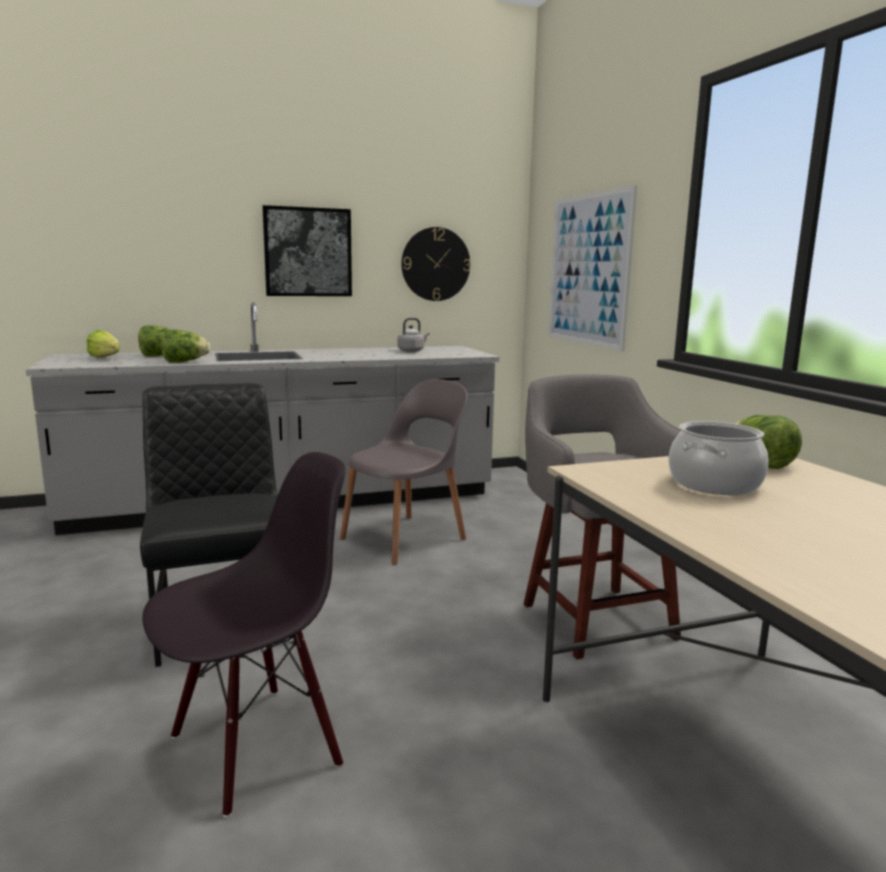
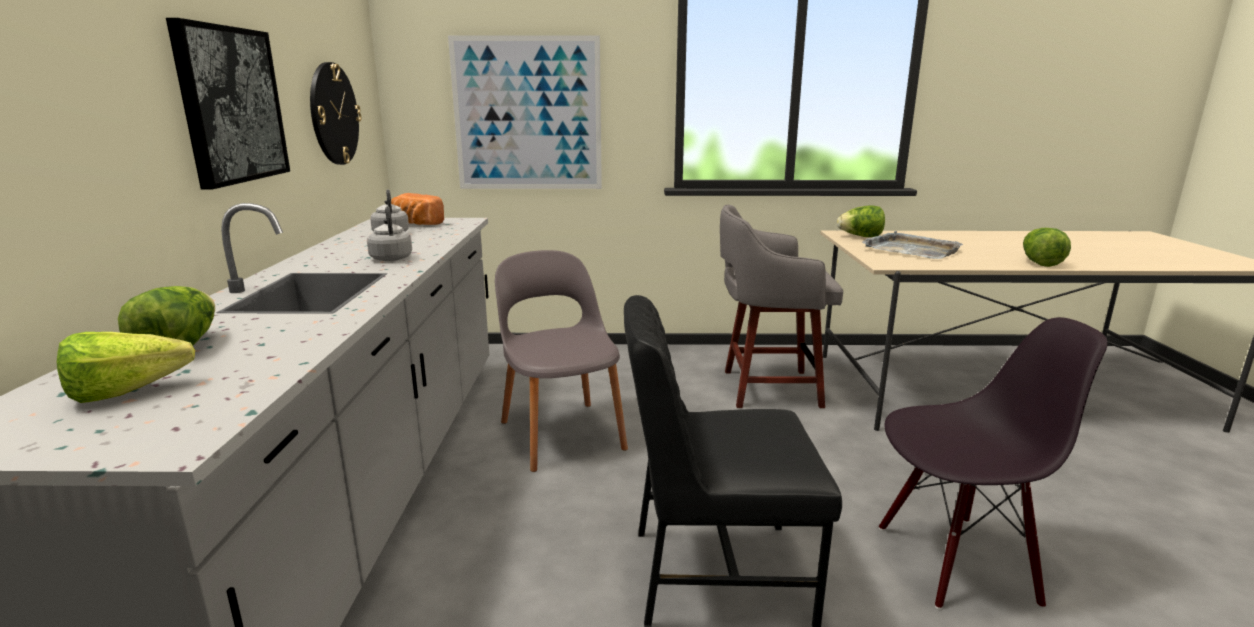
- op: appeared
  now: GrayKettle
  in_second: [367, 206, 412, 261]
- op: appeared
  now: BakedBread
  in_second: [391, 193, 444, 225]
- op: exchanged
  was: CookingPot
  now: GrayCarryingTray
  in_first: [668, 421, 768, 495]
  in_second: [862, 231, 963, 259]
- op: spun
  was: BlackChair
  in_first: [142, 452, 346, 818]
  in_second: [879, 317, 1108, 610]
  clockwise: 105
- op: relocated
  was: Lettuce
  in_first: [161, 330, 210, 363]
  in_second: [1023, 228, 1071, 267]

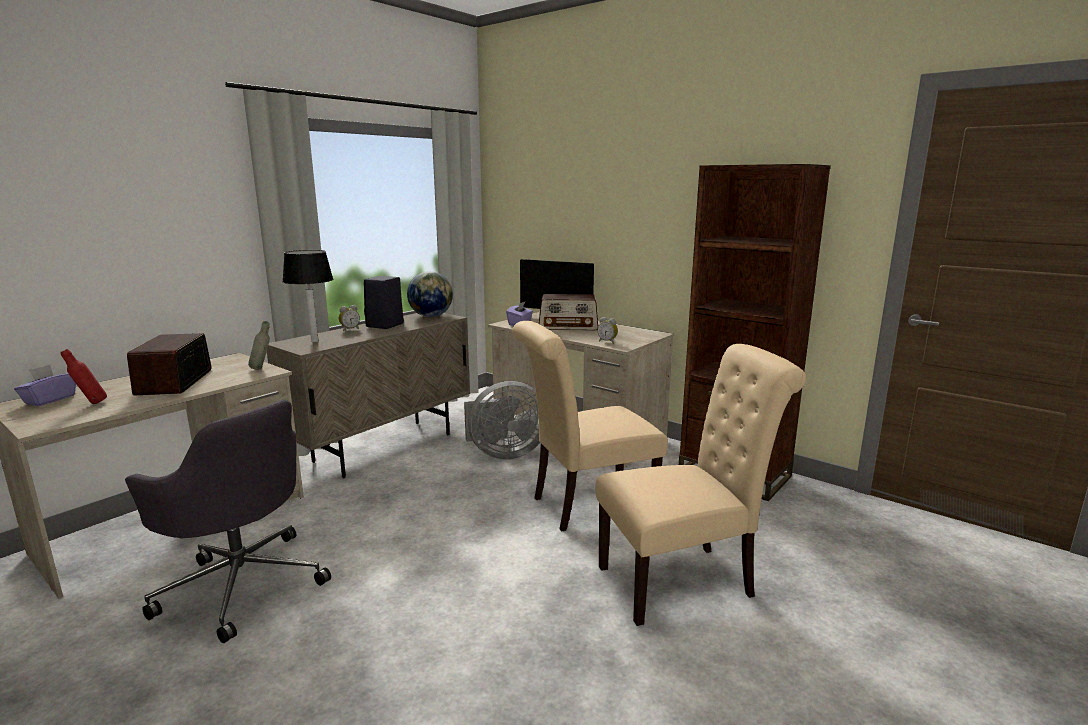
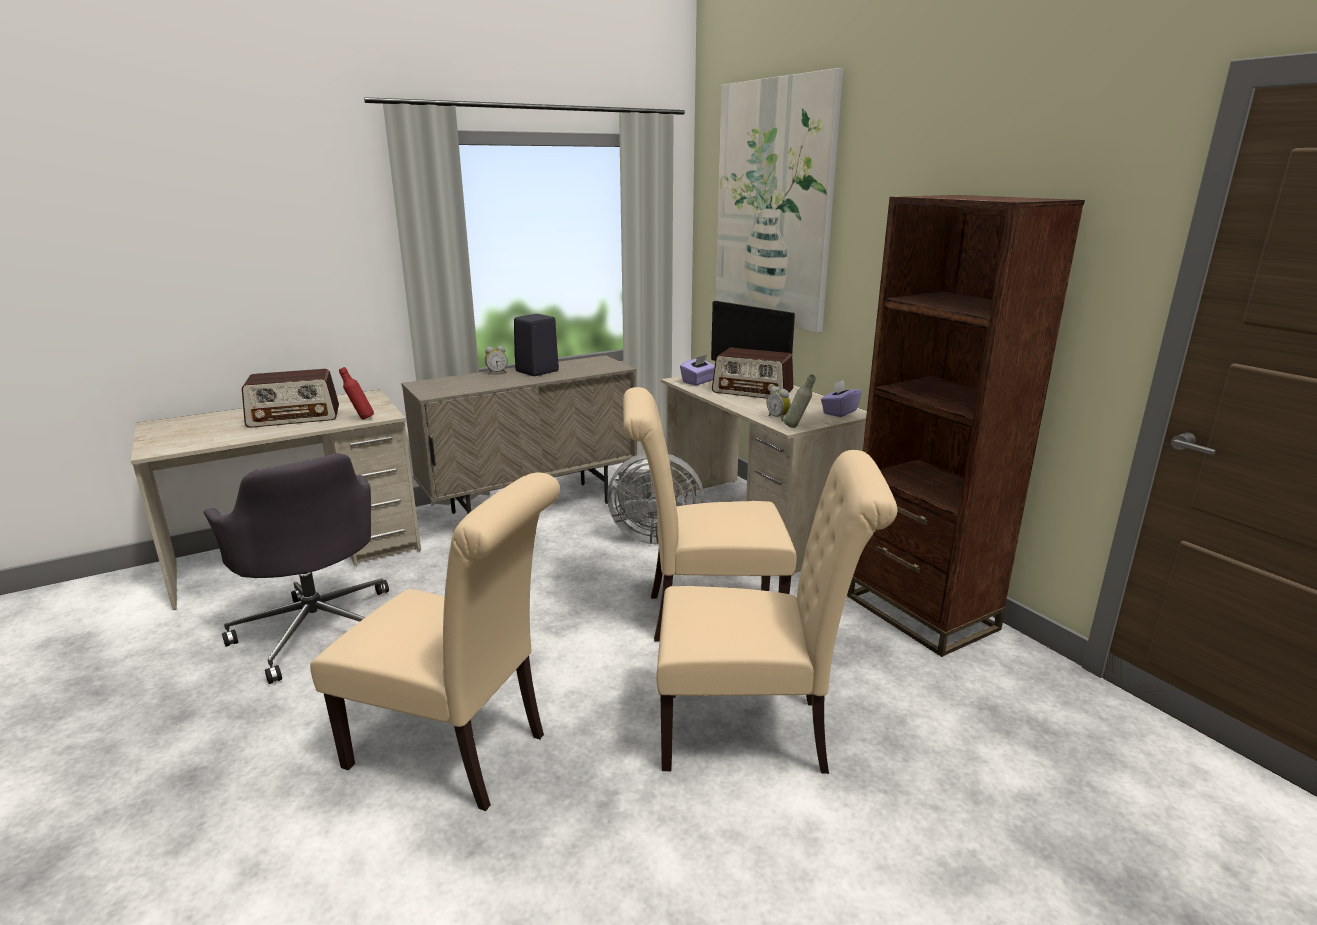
- op: spun
  was: RadioSet
  in_first: [127, 333, 211, 396]
  in_second: [242, 369, 339, 428]
  clockwise: -120
- op: appeared
  now: BeigeColouredChair
  in_second: [310, 472, 560, 811]
- op: relocated
  was: RedDrinkBottle
  in_first: [60, 349, 107, 404]
  in_second: [339, 367, 374, 420]
- op: appeared
  now: Picture
  in_second: [715, 68, 843, 333]
- op: relocated
  was: GrayDrinkBottle
  in_first: [248, 321, 270, 370]
  in_second: [784, 374, 816, 428]
- op: relocated
  was: PurplishTissueHolder
  in_first: [14, 365, 76, 406]
  in_second: [821, 380, 862, 417]
- op: missing
  was: TableLamp
  in_first: [282, 250, 333, 342]
- op: missing
  was: DeskGlobe
  in_first: [407, 271, 453, 317]

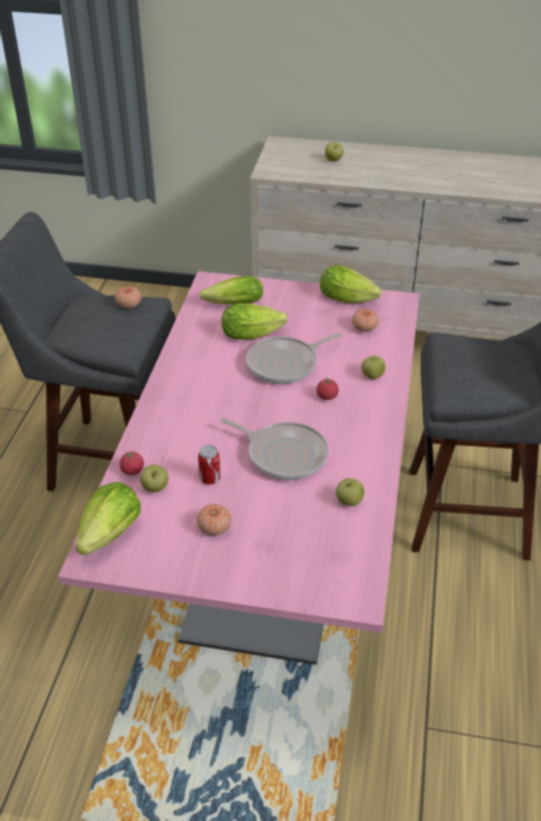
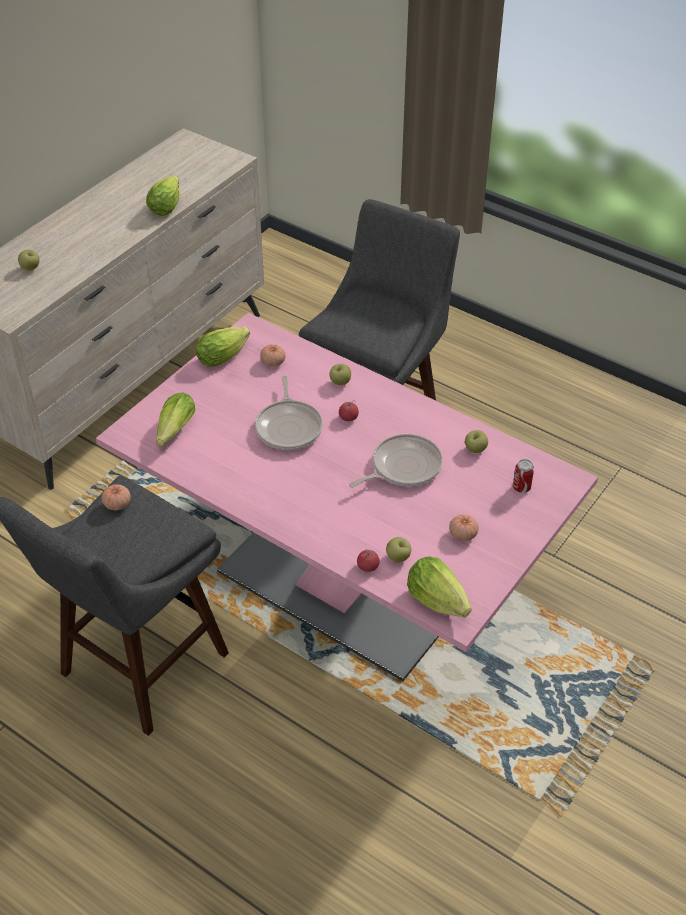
- op: relocated
  was: Lettuce
  in_first: [222, 303, 288, 340]
  in_second: [146, 175, 180, 216]
- op: relocated
  was: MetalCan
  in_first: [198, 445, 221, 485]
  in_second: [513, 459, 534, 493]

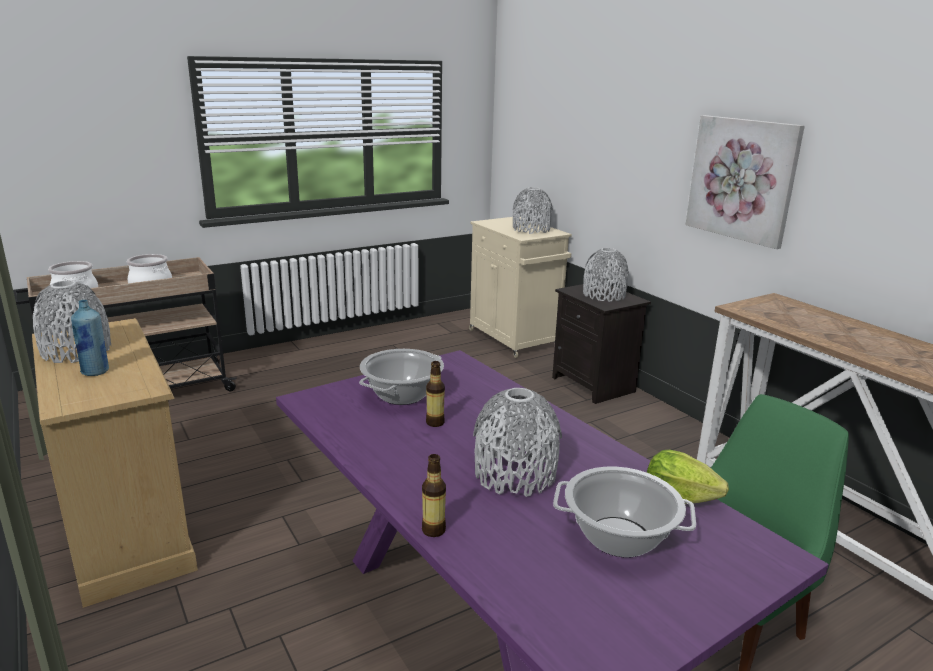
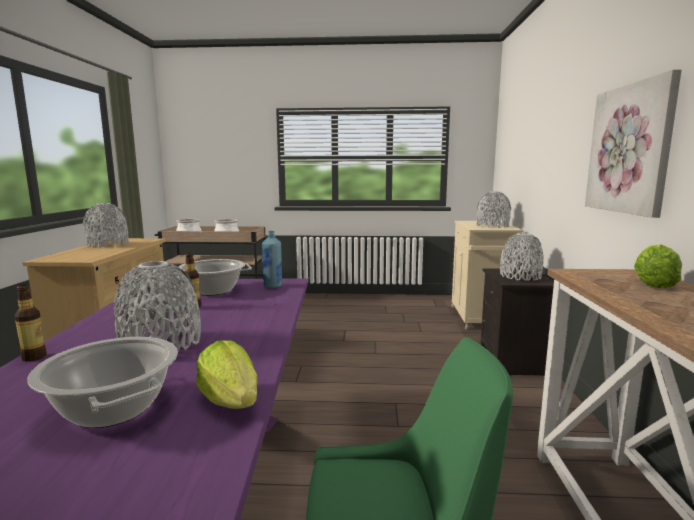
- op: relocated
  was: BlueColouredDrinkBottle
  in_first: [71, 300, 109, 376]
  in_second: [262, 231, 282, 288]
- op: appeared
  now: Lettuce
  in_second: [634, 244, 682, 288]

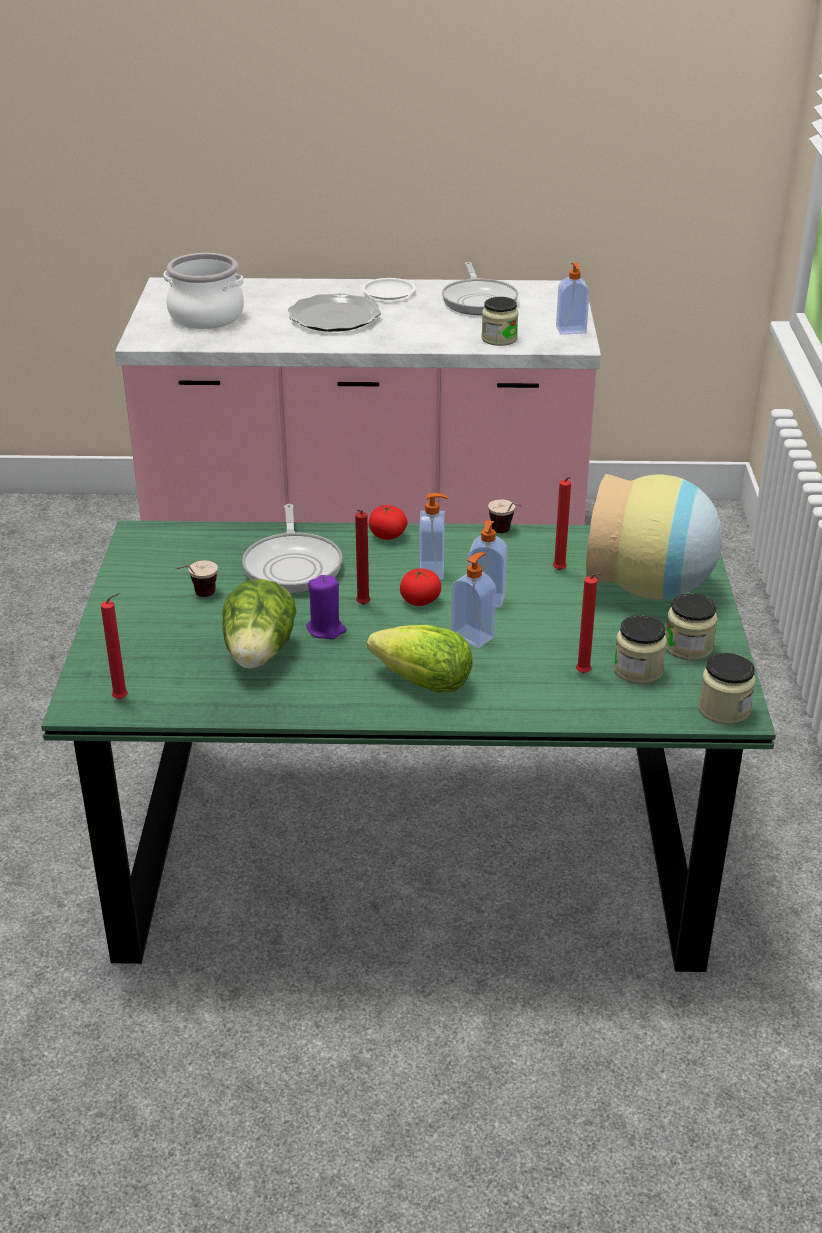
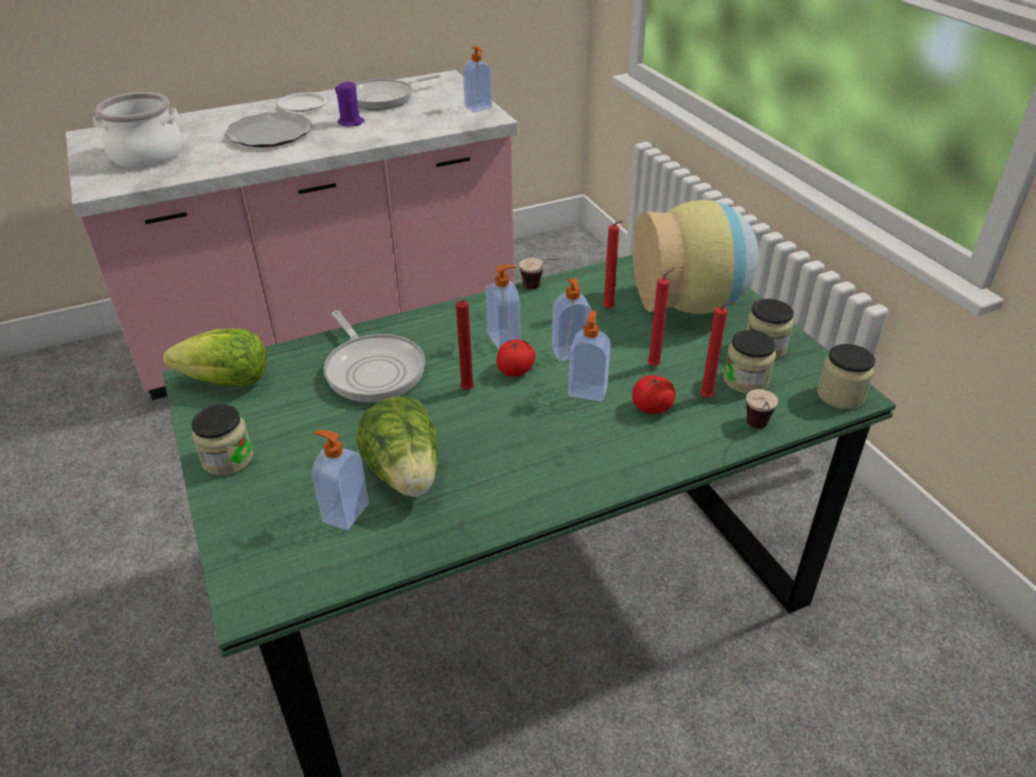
- op: relocated
  was: Lettuce
  in_first: [367, 625, 472, 693]
  in_second: [163, 329, 267, 386]
- op: relocated
  was: PreserveJar
  in_first: [481, 297, 518, 346]
  in_second: [192, 404, 253, 476]
- op: appeared
  now: LiquidSoapBottle
  in_second: [312, 430, 369, 531]
- op: relocated
  was: PurplishWaxCandle
  in_first: [306, 575, 346, 639]
  in_second: [335, 81, 365, 126]
- op: spun
  was: FryingPan
  in_first: [442, 262, 518, 315]
  in_second: [356, 74, 441, 110]
  clockwise: 90
- op: relocated
  was: Tomato
  in_first: [369, 505, 407, 540]
  in_second: [632, 375, 675, 414]
- op: relocated
  was: RedWaxCandle
  in_first: [101, 593, 128, 699]
  in_second: [647, 267, 675, 366]
- op: relocated
  was: DrinkingCup
  in_first: [175, 561, 218, 597]
  in_second: [746, 389, 778, 428]

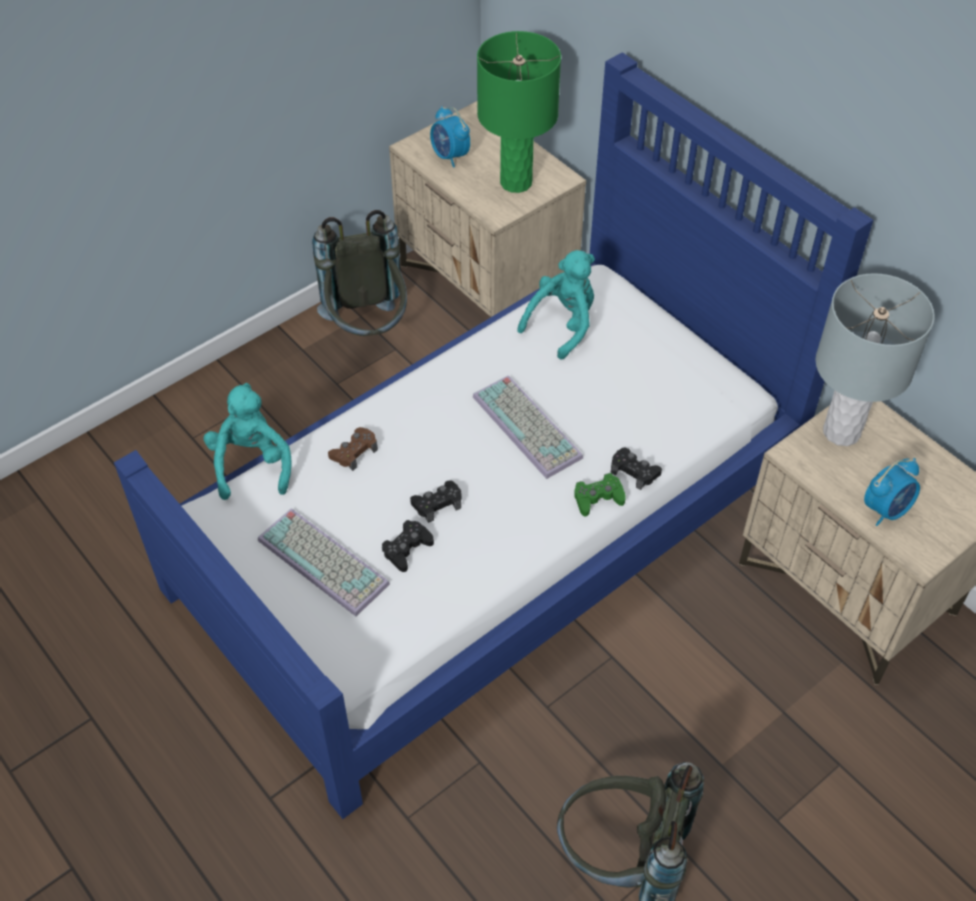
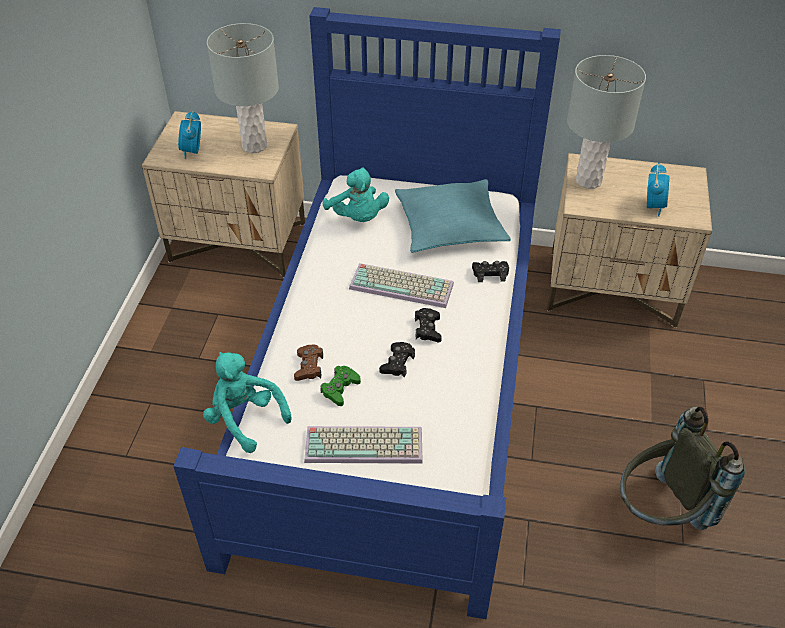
- op: spun
  was: TableClock
  in_first: [430, 106, 470, 167]
  in_second: [178, 110, 201, 159]
  clockwise: 75
- op: colour
  was: GreenTableLamp
  now: GrayTableLamp
  in_first: [477, 31, 561, 193]
  in_second: [207, 23, 279, 153]
- op: relocated
  was: GreenGamepad
  in_first: [574, 473, 626, 516]
  in_second: [320, 366, 361, 406]
- op: spun
  was: TurquoisePlushToy
  in_first: [517, 250, 595, 359]
  in_second: [323, 167, 389, 222]
  clockwise: 150
- op: appeared
  now: TurquoisePillow
  in_second: [395, 179, 511, 253]
- op: relocated
  was: BlackGamepad
  in_first: [382, 520, 434, 572]
  in_second: [415, 308, 442, 342]
- op: missing
  was: GrayRucksack
  in_first: [312, 210, 407, 336]

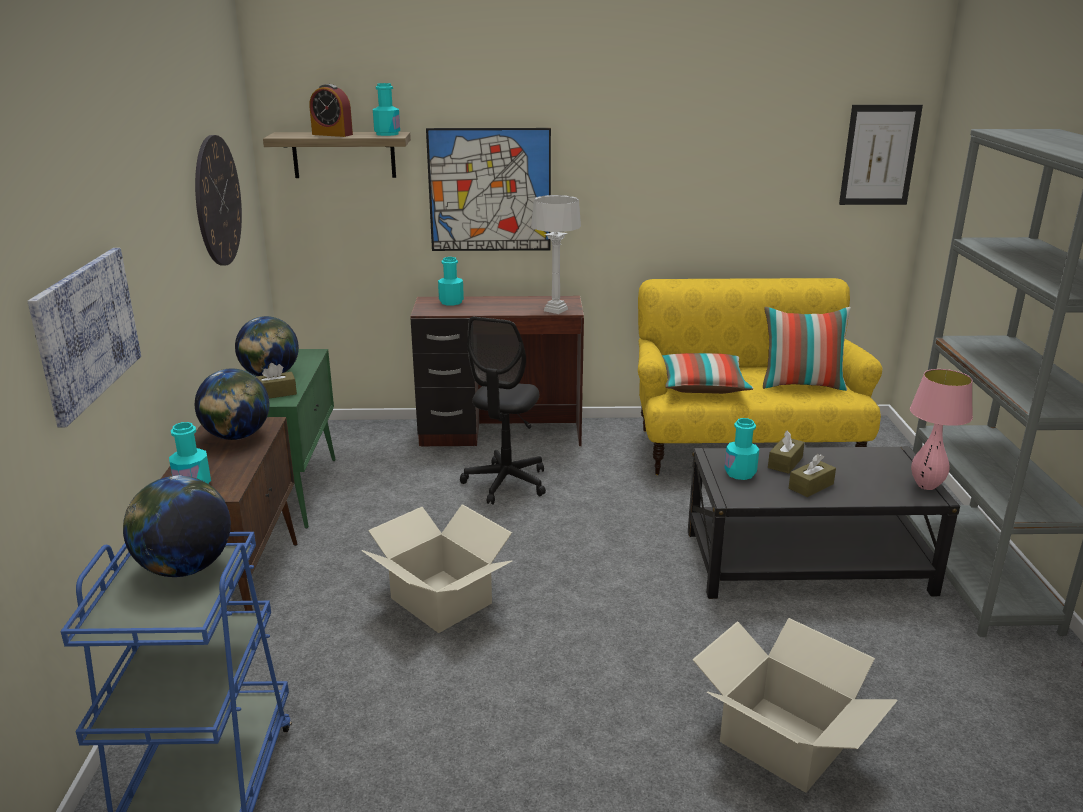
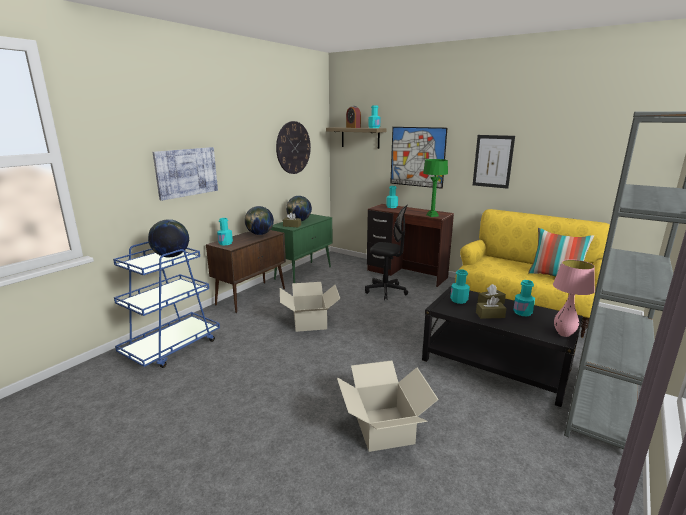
- op: spun
  was: BlackComputerChair
  in_first: [460, 317, 546, 505]
  in_second: [365, 205, 408, 300]
  clockwise: -120
- op: colour
  was: GrayTableLamp
  now: GreenTableLamp
  in_first: [531, 195, 581, 314]
  in_second: [423, 159, 448, 217]
- op: relocated
  was: Picture
  in_first: [839, 105, 923, 205]
  in_second: [473, 135, 515, 189]
- op: appeared
  now: TurquoiseDrinkBottle
  in_second: [513, 280, 535, 316]
- op: missing
  was: Pillow
  in_first: [662, 353, 754, 394]

